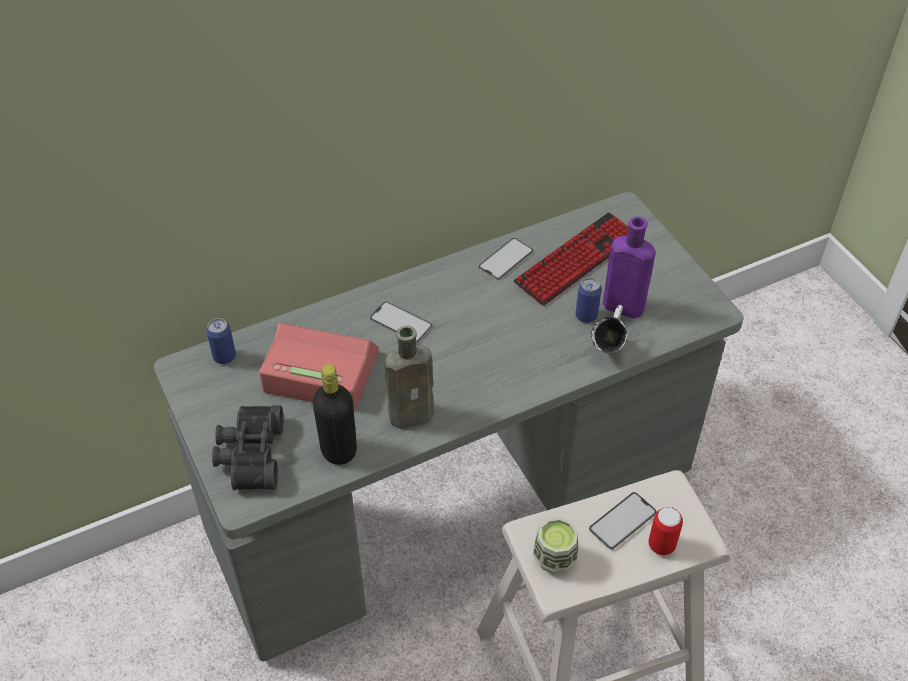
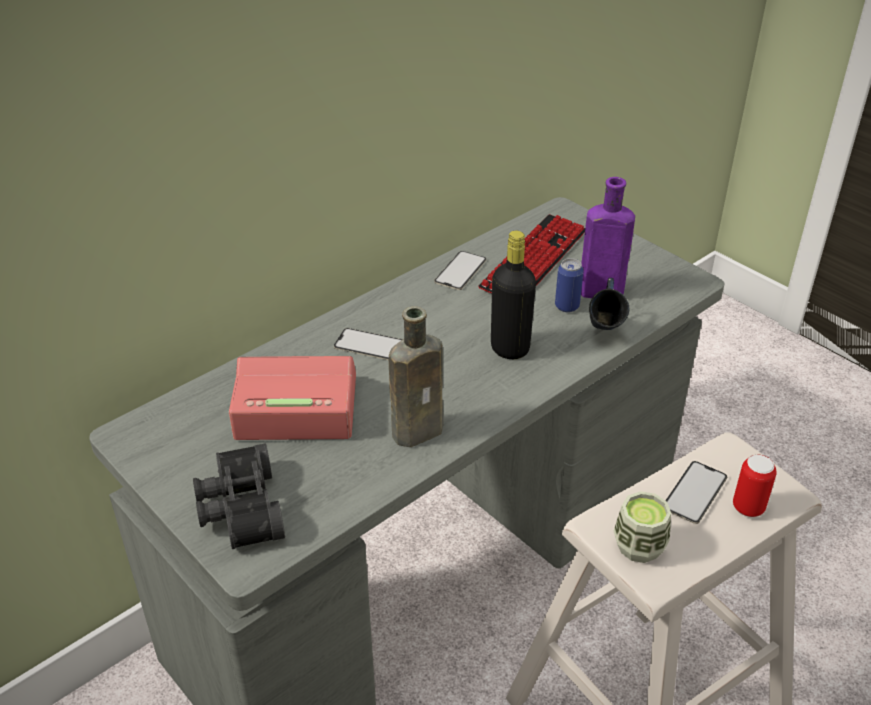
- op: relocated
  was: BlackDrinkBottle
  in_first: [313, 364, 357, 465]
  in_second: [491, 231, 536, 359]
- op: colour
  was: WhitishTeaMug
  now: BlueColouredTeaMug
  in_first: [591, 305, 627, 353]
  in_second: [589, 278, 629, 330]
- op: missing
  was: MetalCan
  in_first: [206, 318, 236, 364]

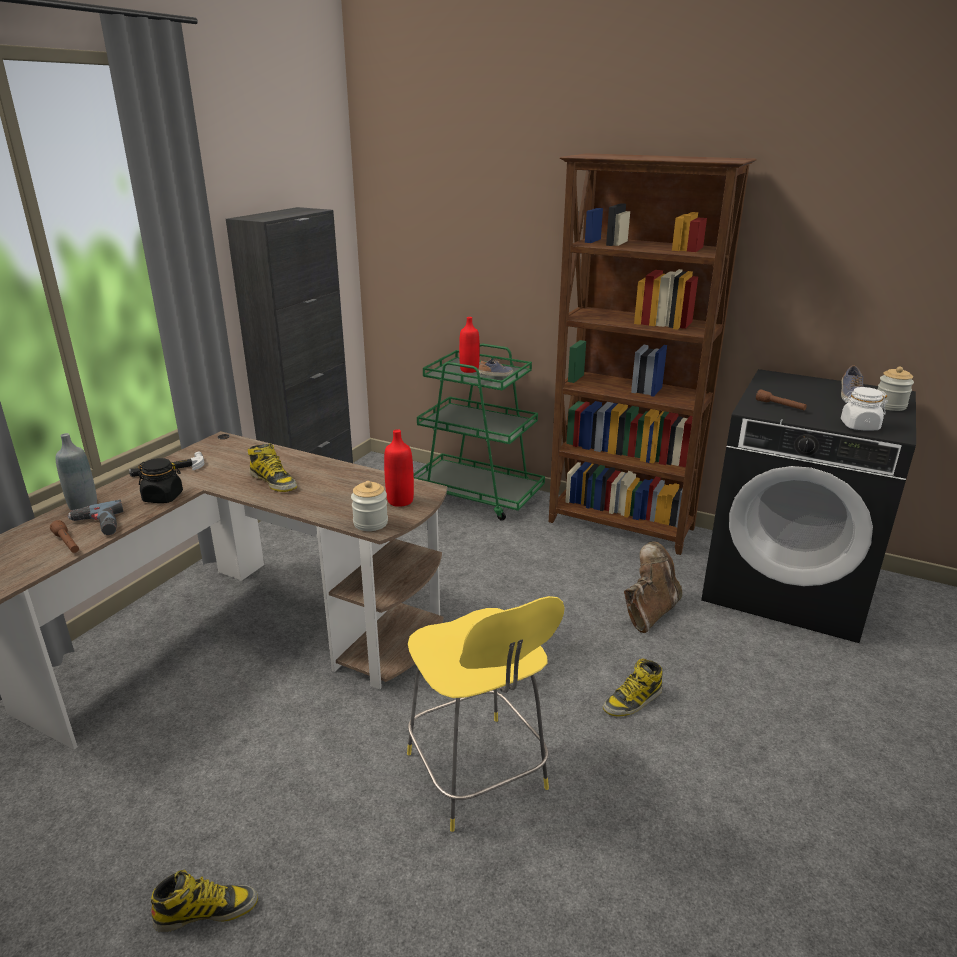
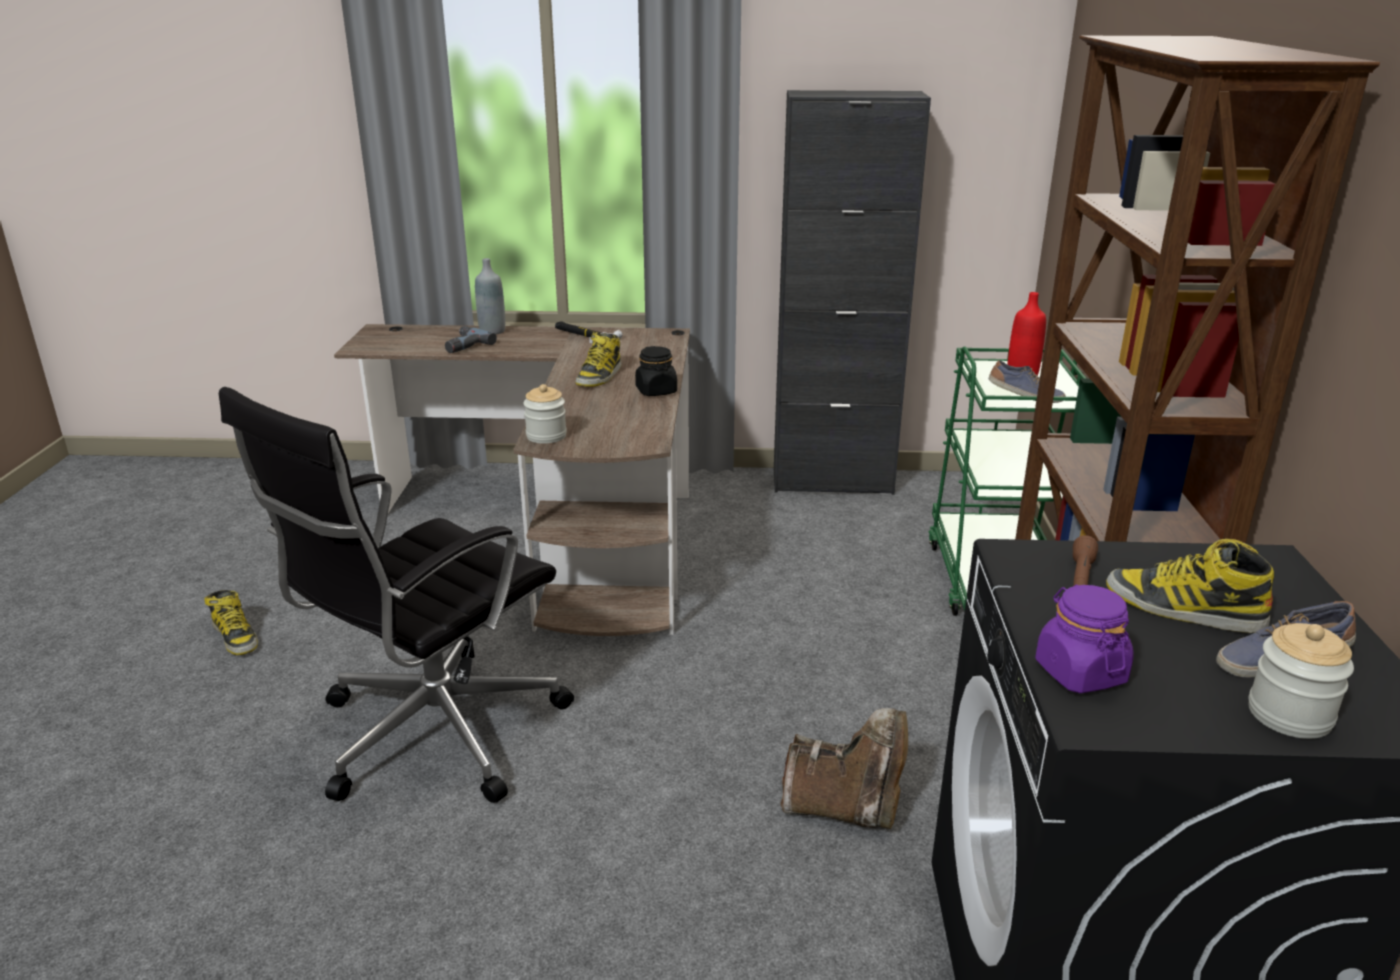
- op: exchanged
  was: YellowishStoolSeat
  now: BlackComputerChair
  in_first: [407, 596, 565, 832]
  in_second: [219, 387, 574, 803]
- op: relocated
  was: BlackPreserveJar
  in_first: [137, 458, 183, 503]
  in_second: [635, 346, 677, 396]
- op: colour
  was: WhitishPreserveJar
  now: PurplishPreserveJar
  in_first: [841, 387, 888, 431]
  in_second: [1035, 585, 1134, 693]
- op: relocated
  was: HighTopBoot
  in_first: [603, 658, 663, 717]
  in_second: [1106, 539, 1274, 633]
- op: missing
  was: BrownFlashlight
  in_first: [50, 520, 79, 553]
- op: missing
  was: RedDrinkBottle
  in_first: [384, 429, 414, 507]

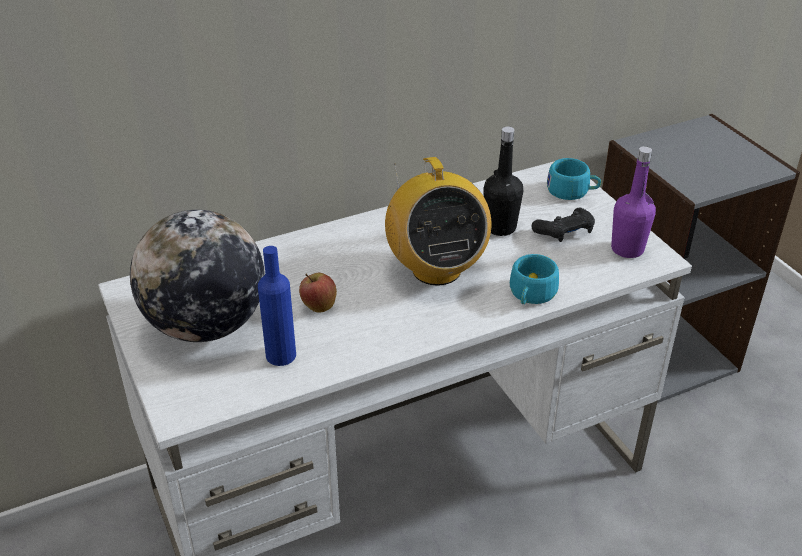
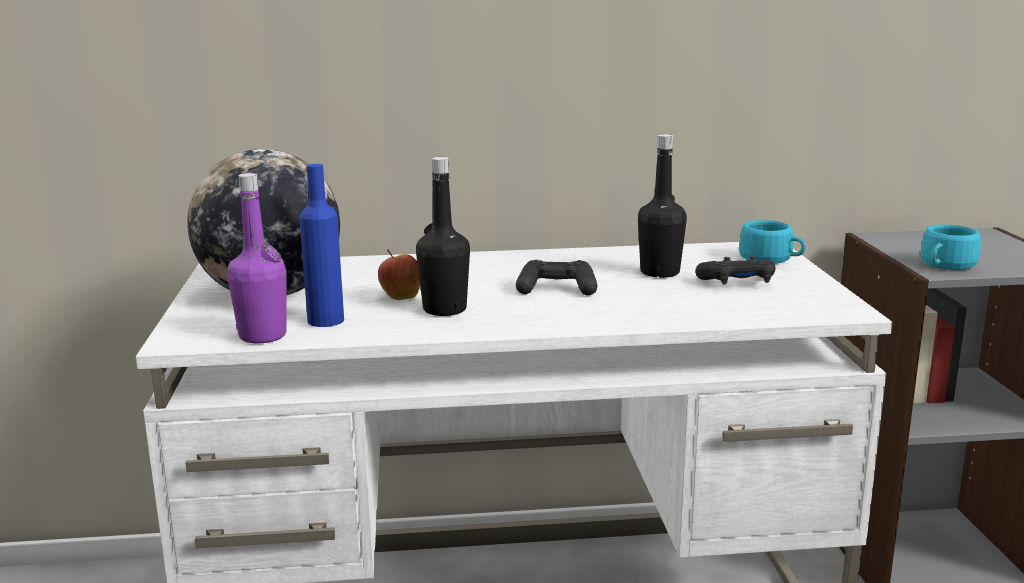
- op: relocated
  was: PurplishDrinkBottle
  in_first: [611, 146, 656, 258]
  in_second: [227, 173, 287, 343]
- op: appeared
  now: BlackDrinkBottle
  in_second: [416, 157, 470, 316]
- op: exchanged
  was: RadioSet
  now: BlackGamepad
  in_first: [385, 157, 491, 285]
  in_second: [516, 260, 597, 296]
- op: relocated
  was: TurquoiseDrinkingCup
  in_first: [510, 254, 559, 304]
  in_second: [921, 224, 981, 270]

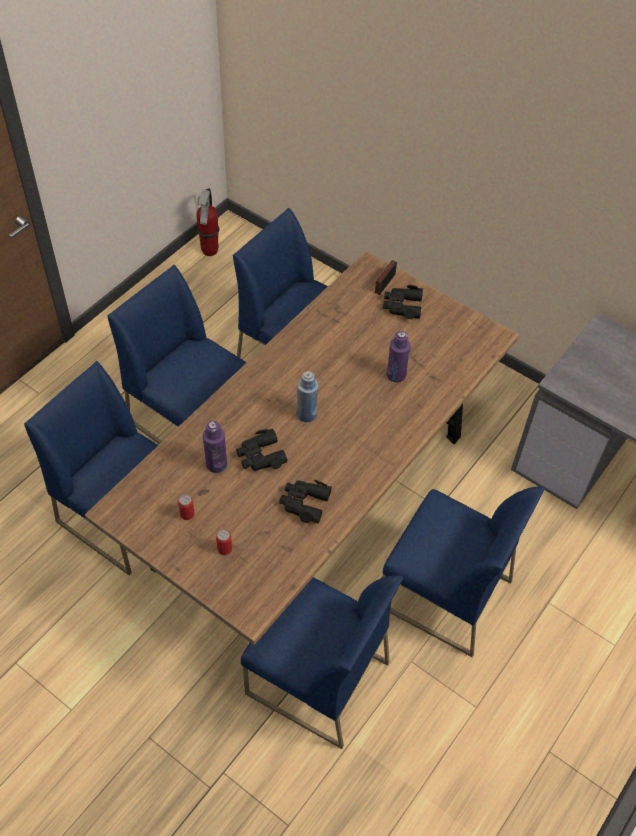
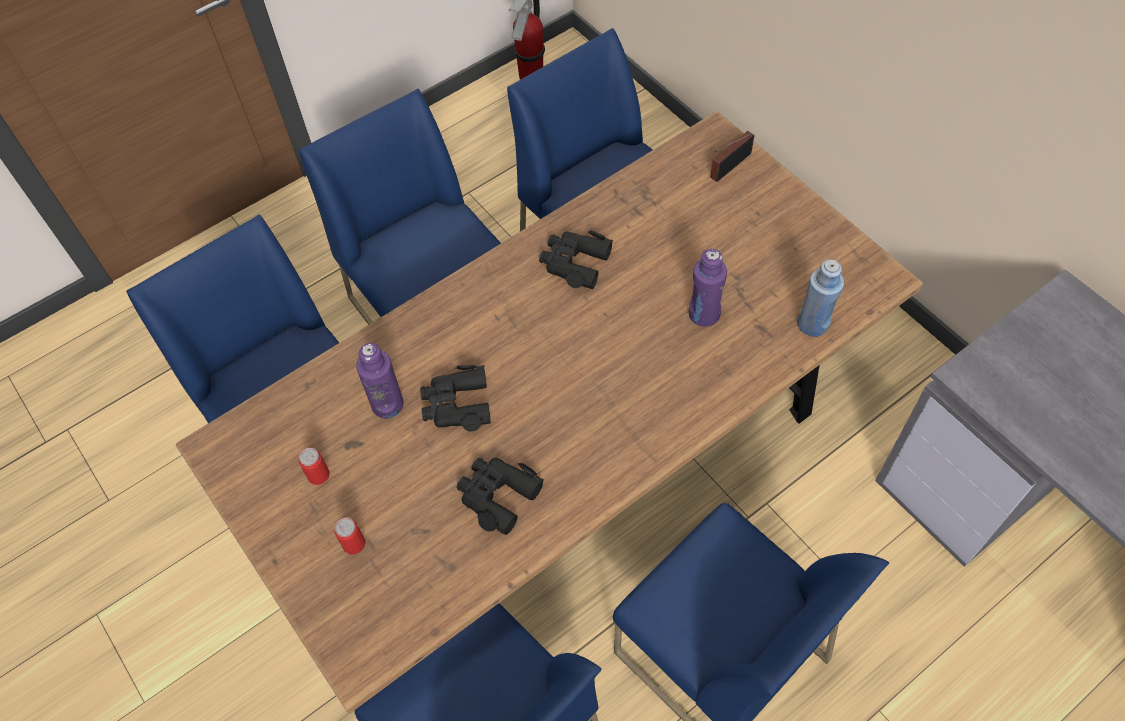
- op: relocated
  was: BlackPairOfBinoculars
  in_first: [383, 285, 423, 319]
  in_second: [539, 230, 613, 289]
- op: relocated
  was: BlueColouredDrinkBottle
  in_first: [296, 371, 319, 422]
  in_second: [797, 259, 844, 337]

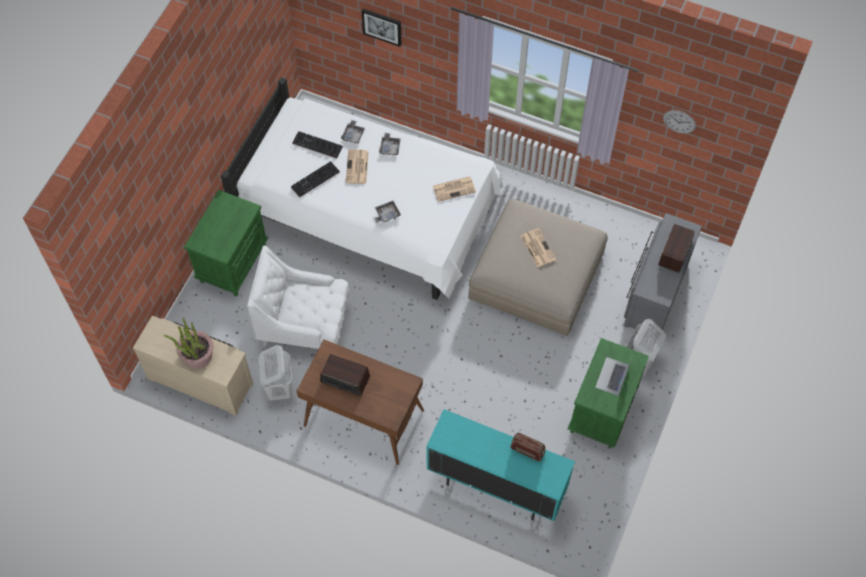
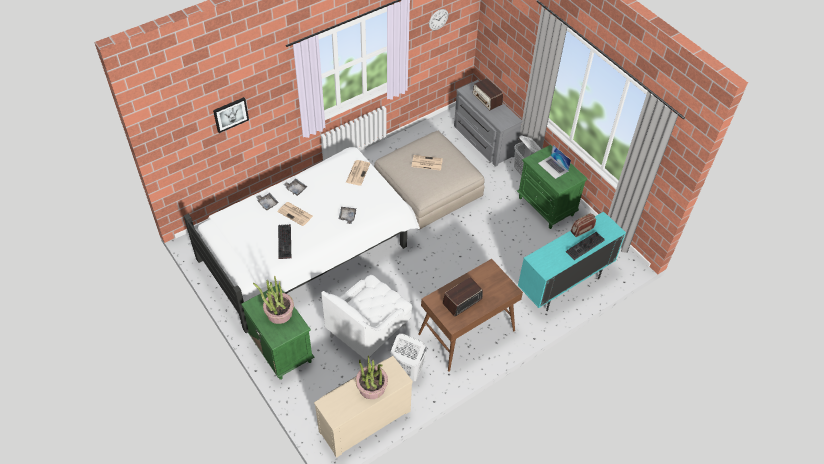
- op: appeared
  now: PlantInAPot
  in_second: [253, 276, 294, 324]
- op: relocated
  was: PcKeyboard
  in_first: [292, 131, 343, 158]
  in_second: [566, 232, 605, 260]

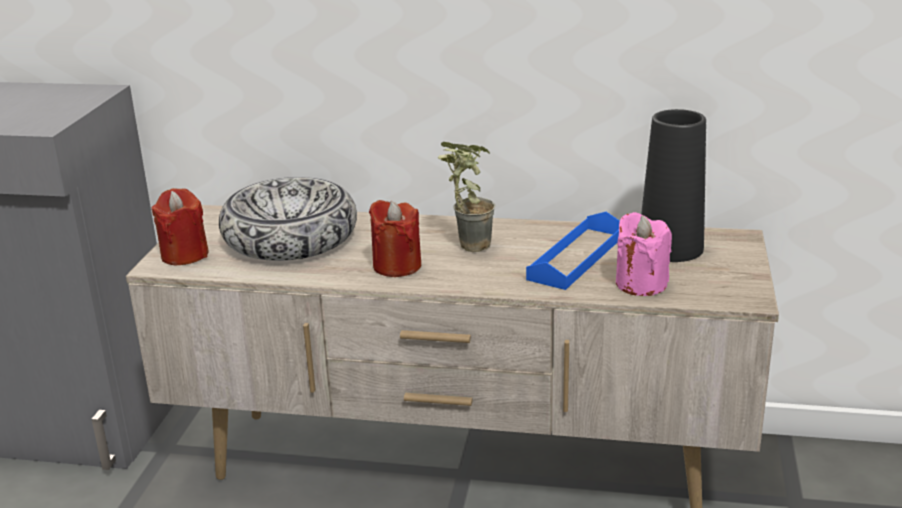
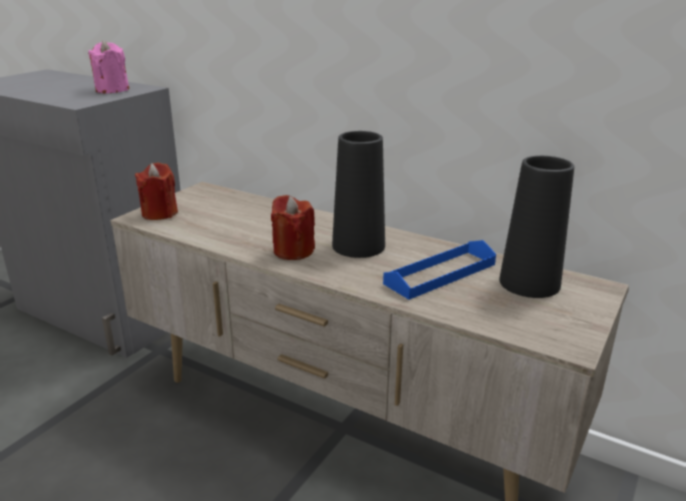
- op: relocated
  was: PinkishWaxCandle
  in_first: [616, 212, 672, 296]
  in_second: [88, 40, 129, 94]
- op: exchanged
  was: PlantInAPot
  now: BlackDecorativeVase
  in_first: [438, 142, 496, 252]
  in_second: [332, 131, 385, 258]
- op: missing
  was: DeepDish
  in_first: [219, 177, 357, 261]

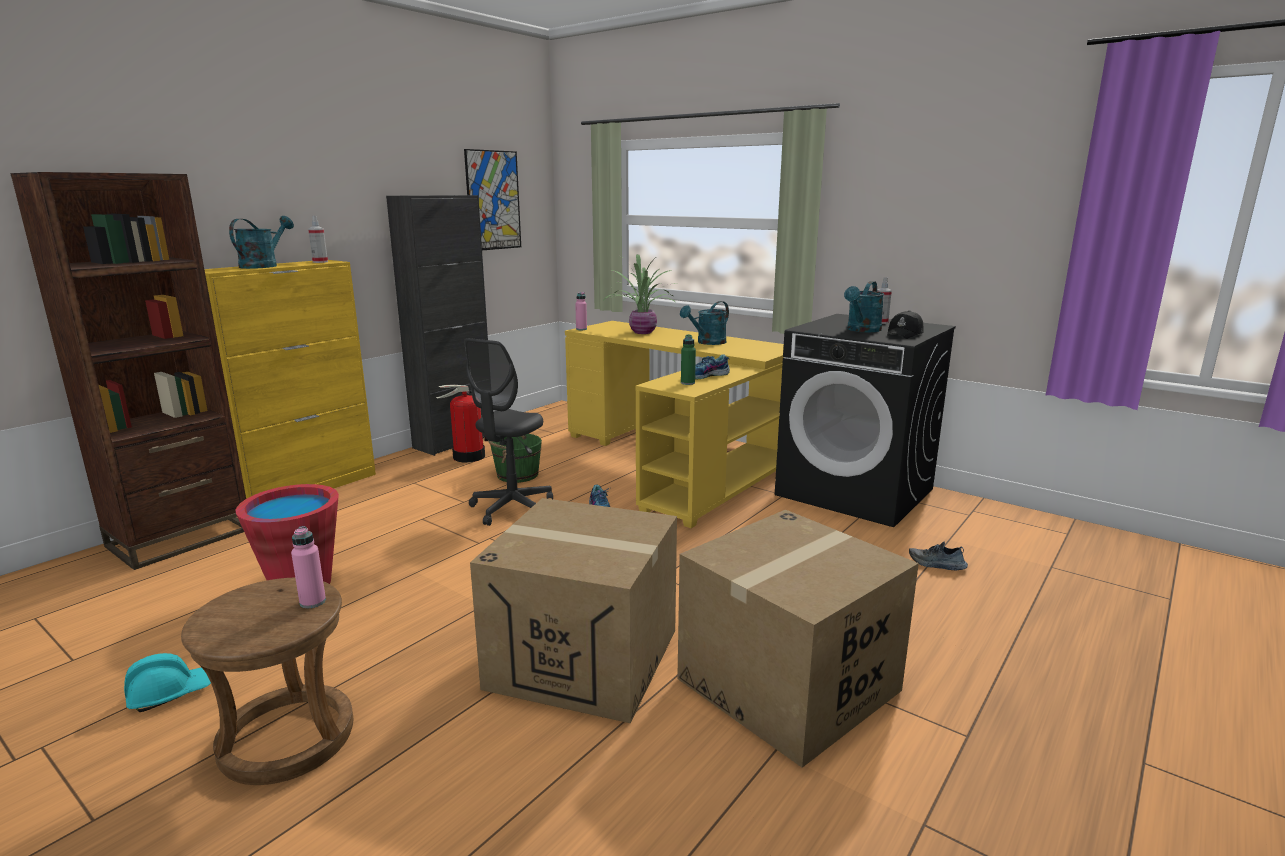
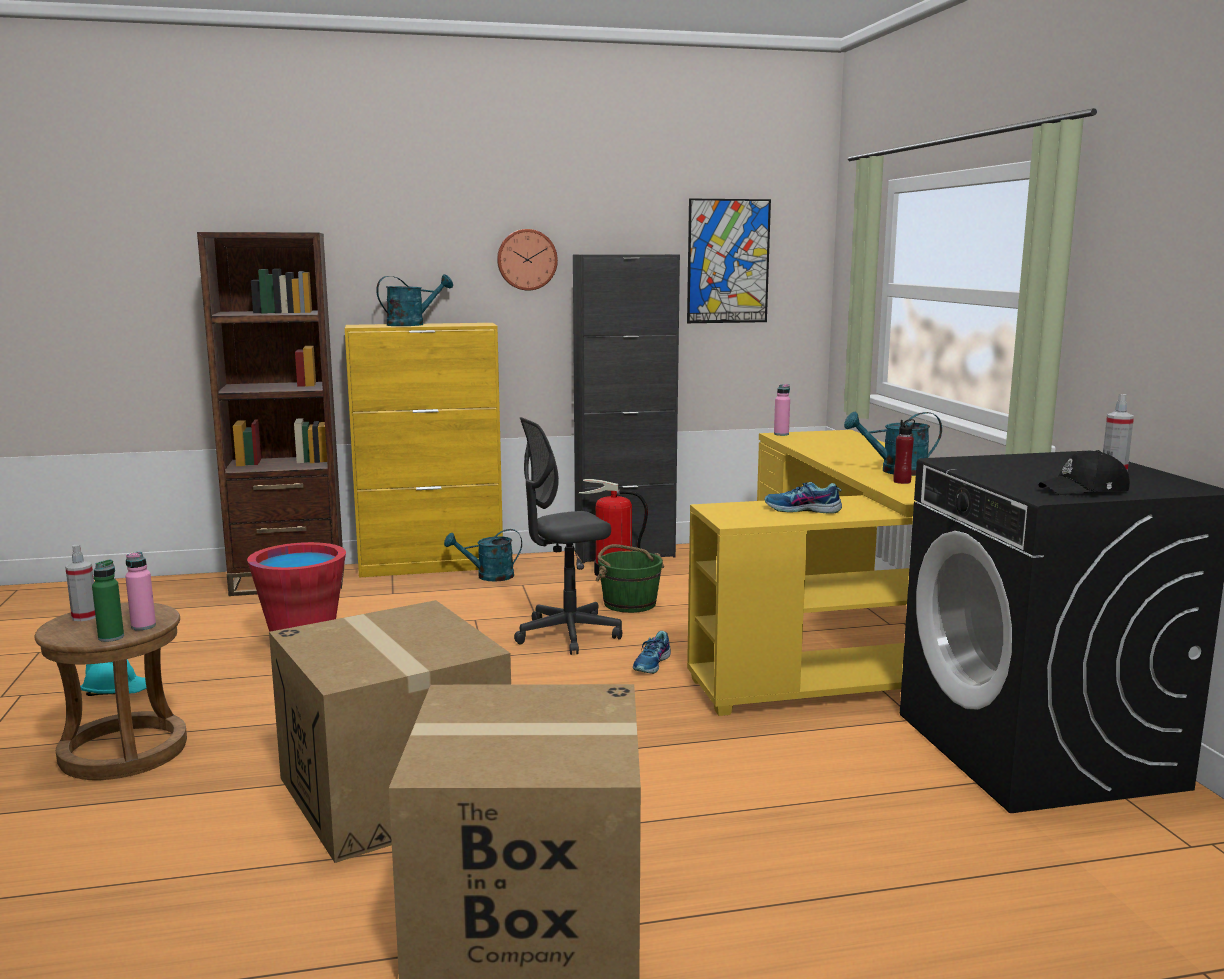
- op: relocated
  was: SprayBottle
  in_first: [308, 215, 328, 263]
  in_second: [65, 545, 96, 621]
- op: relocated
  was: GreenDrinkBottle
  in_first: [681, 334, 696, 385]
  in_second: [92, 560, 124, 642]
- op: relocated
  was: TurquoiseSprinklingCan
  in_first: [844, 281, 884, 332]
  in_second: [444, 529, 522, 581]
- op: appeared
  now: HangingClock
  in_second: [497, 229, 558, 291]
- op: appeared
  now: RedDrinkBottle
  in_second: [893, 419, 915, 484]
- op: missing
  was: PlantInAPot
  in_first: [603, 254, 677, 334]
- op: missing
  was: Shoe
  in_first: [909, 542, 968, 571]

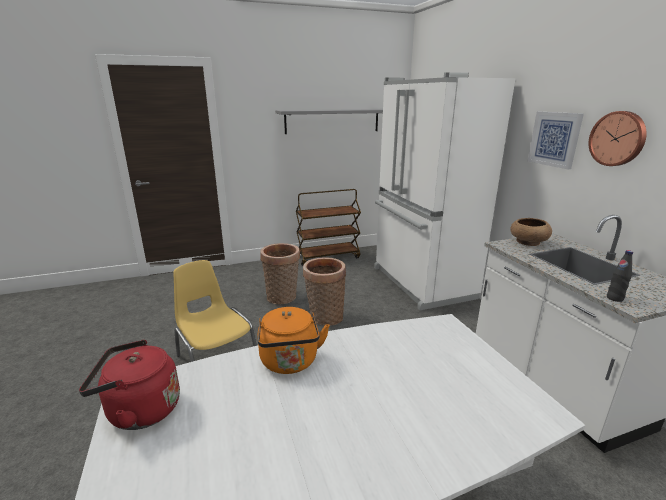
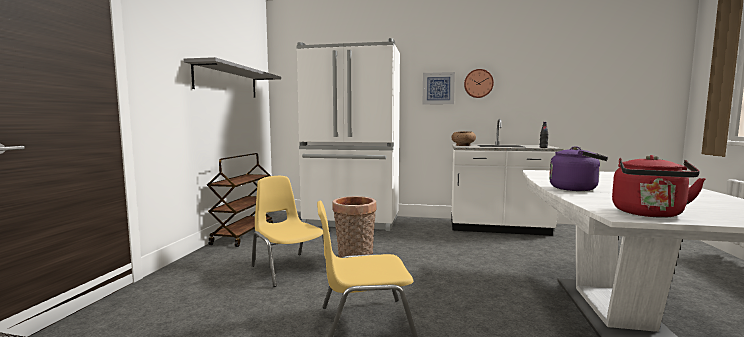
- op: exchanged
  was: HouseholdBasket
  now: YellowishChair
  in_first: [260, 243, 300, 305]
  in_second: [251, 176, 324, 287]
- op: colour
  was: OrangeyKettle
  now: PurplishKettle
  in_first: [258, 307, 330, 374]
  in_second: [549, 146, 608, 191]

